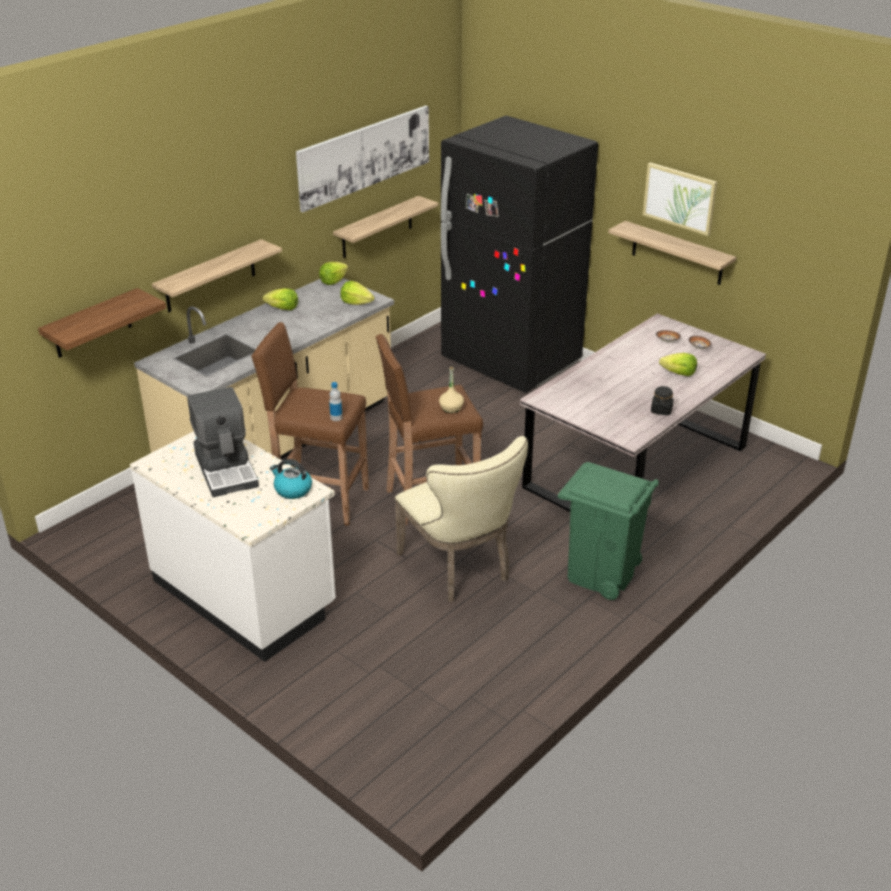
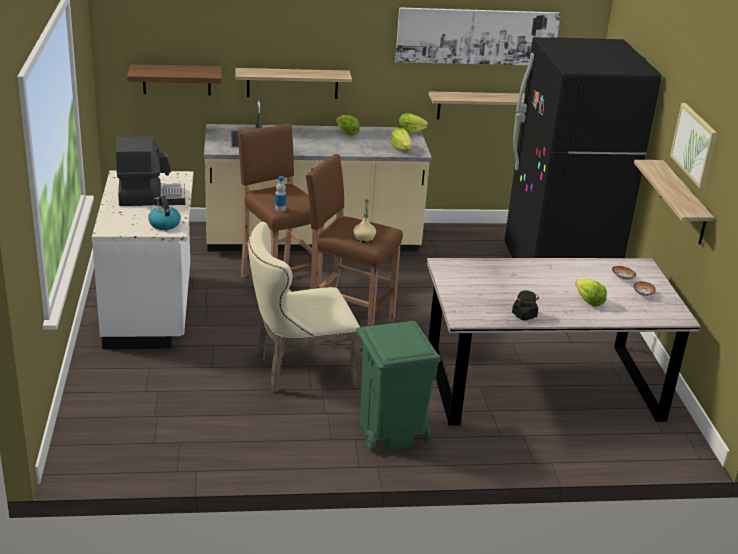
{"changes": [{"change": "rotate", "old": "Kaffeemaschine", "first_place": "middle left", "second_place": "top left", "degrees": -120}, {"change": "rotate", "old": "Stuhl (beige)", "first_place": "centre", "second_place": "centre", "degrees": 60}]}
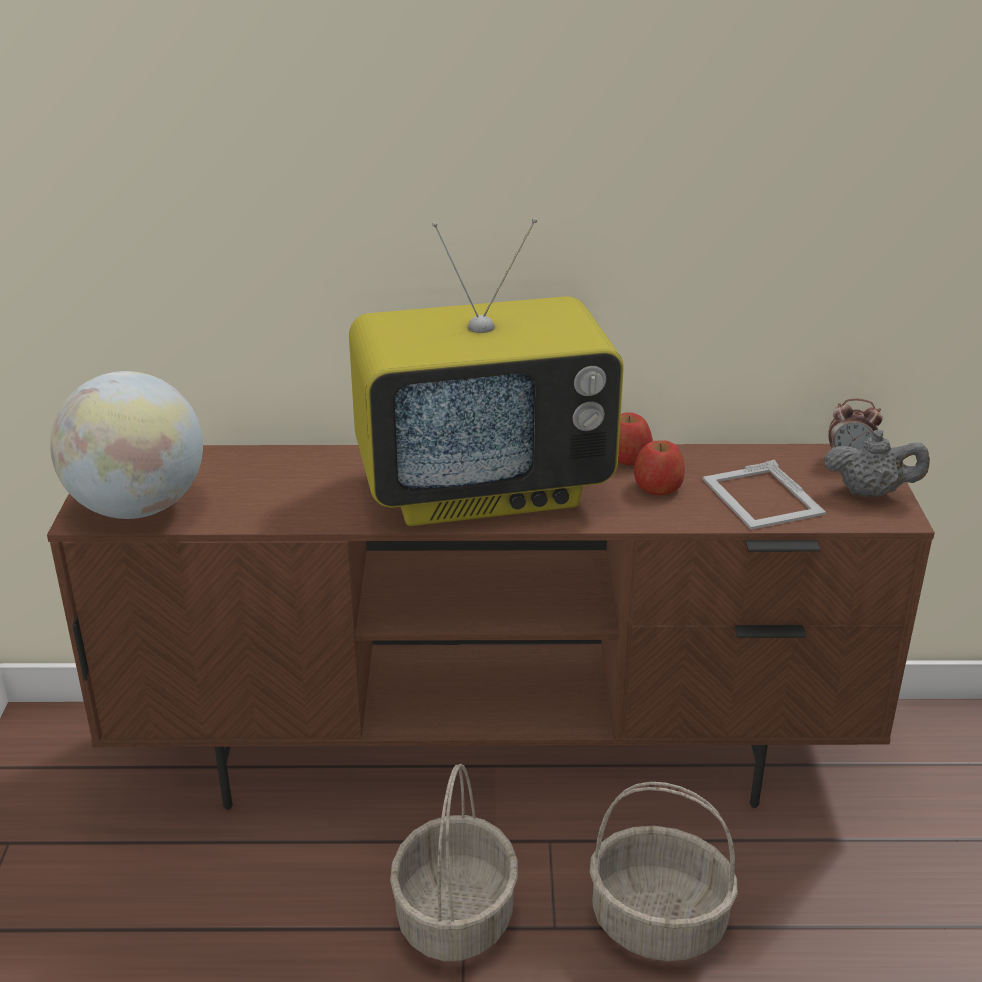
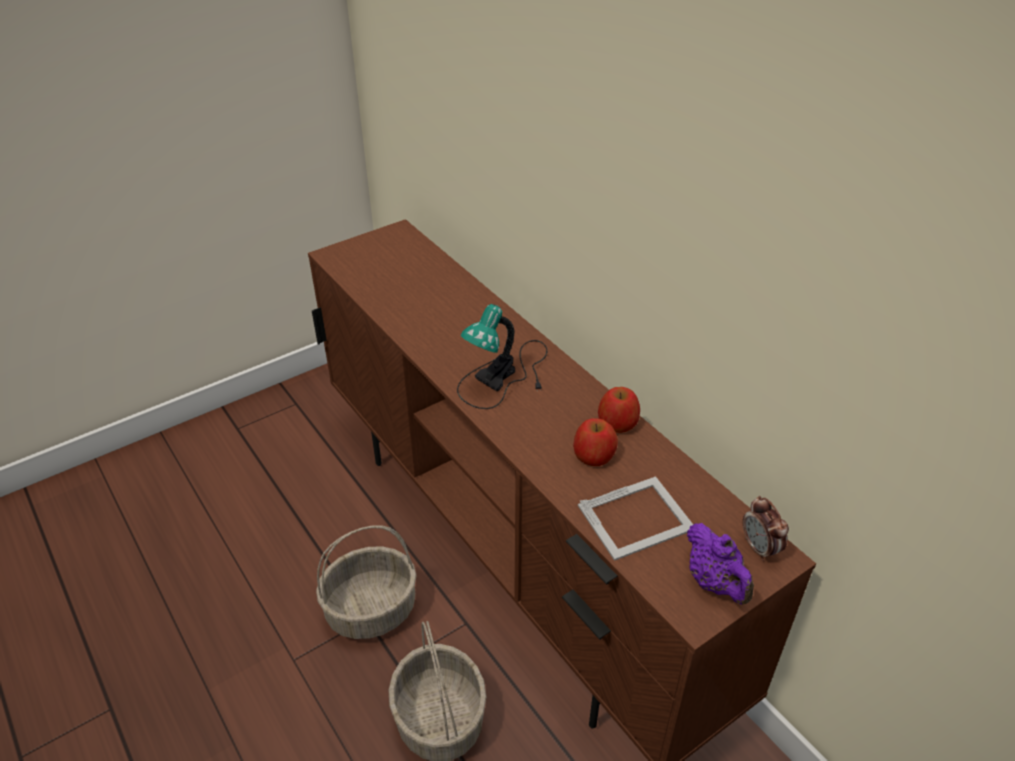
{"changes": [{"change": "delete", "old": "Globus", "first_place": "middle left"}, {"change": "replace", "old": "Fernseher", "new": "Tischlampe", "first_place": "centre", "second_place": "centre"}, {"change": "recolor", "old": "Teekanne (grau)", "new": "Teekanne (lila)", "first_place": "middle right", "second_place": "bottom right"}, {"change": "rotate", "old": "Bilderrahmen", "first_place": "middle right", "second_place": "bottom centre", "degrees": -150}]}
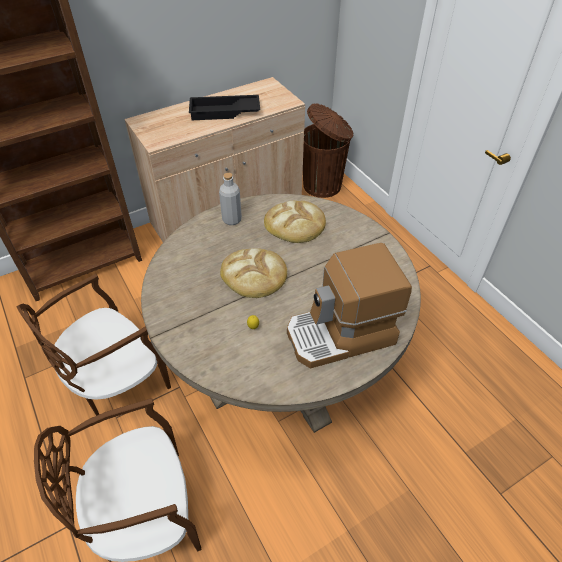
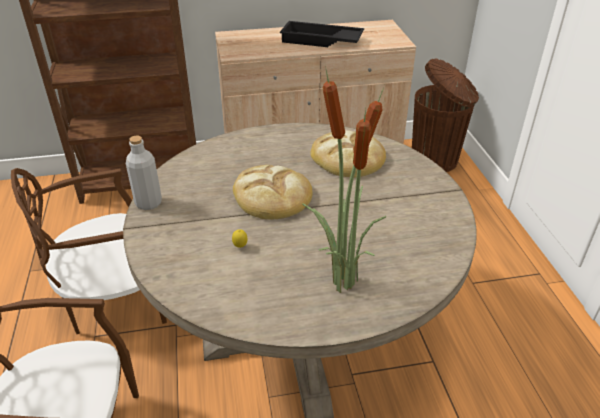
{"changes": [{"change": "move", "old": "Flasche (grau)", "first_place": "centre", "second_place": "middle left"}, {"change": "replace", "old": "Kaffeemaschine", "new": "Topfpflanze", "first_place": "centre", "second_place": "centre"}]}
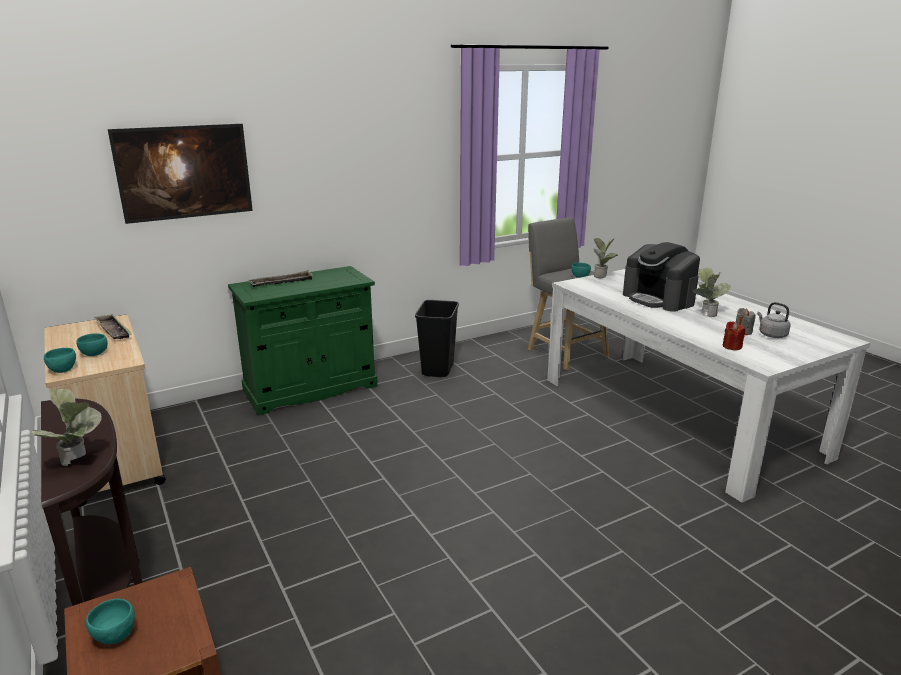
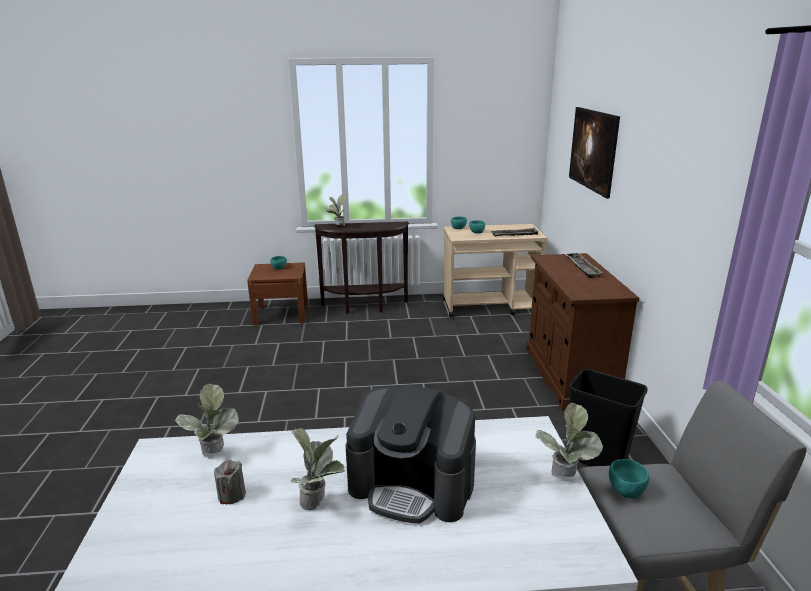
{"changes": [{"change": "delete", "old": "Wasserkessel (grau)", "first_place": "middle right"}, {"change": "replace", "old": "Kerze (rot)", "new": "Topfpflanze (1st from left)", "first_place": "middle right", "second_place": "bottom left"}, {"change": "recolor", "old": "Schrank (grün)", "new": "Schrank (braun)", "first_place": "centre", "second_place": "middle right"}, {"change": "rotate", "old": "Kaffeemaschine", "first_place": "middle right", "second_place": "bottom centre", "degrees": -150}]}
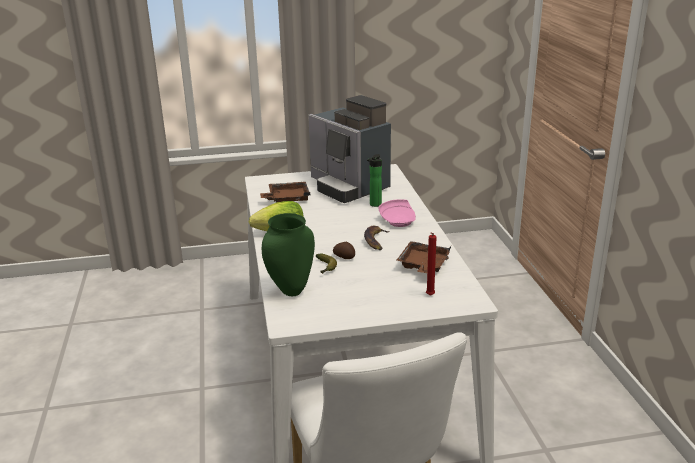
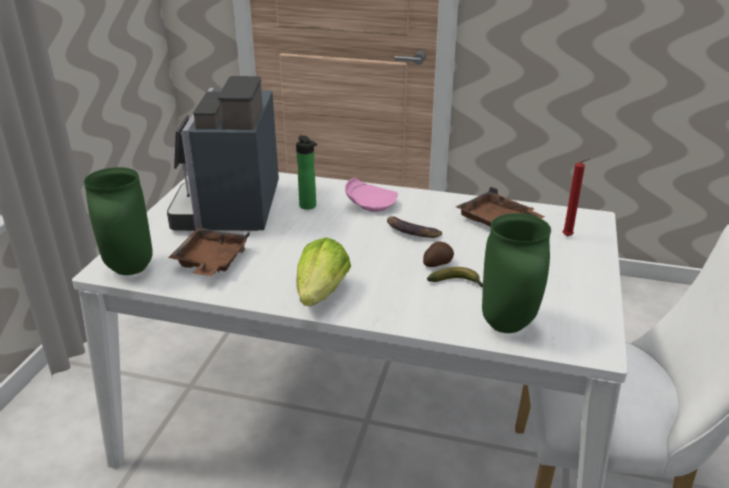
{"changes": [{"change": "insert", "new": "Vase (grün) (1st from left)", "second_place": "middle left"}, {"change": "rotate", "old": "Kaffeemaschine", "first_place": "top centre", "second_place": "top left", "degrees": 105}]}
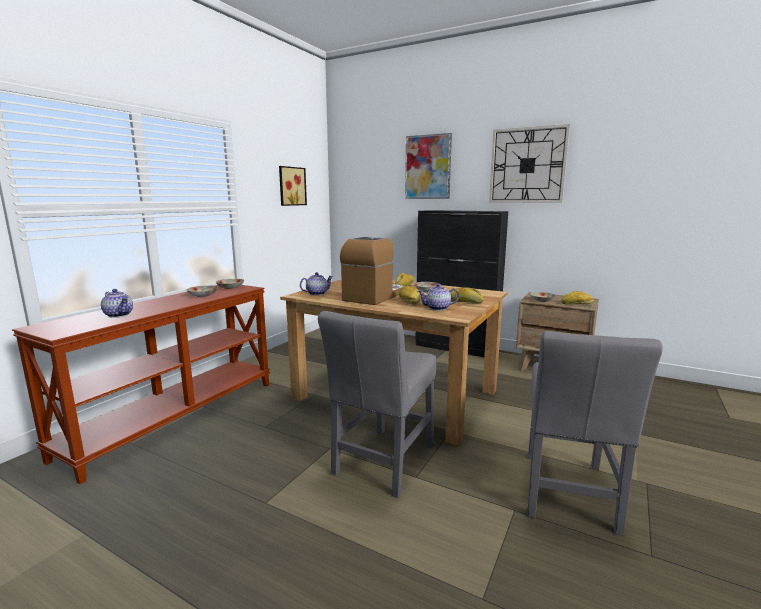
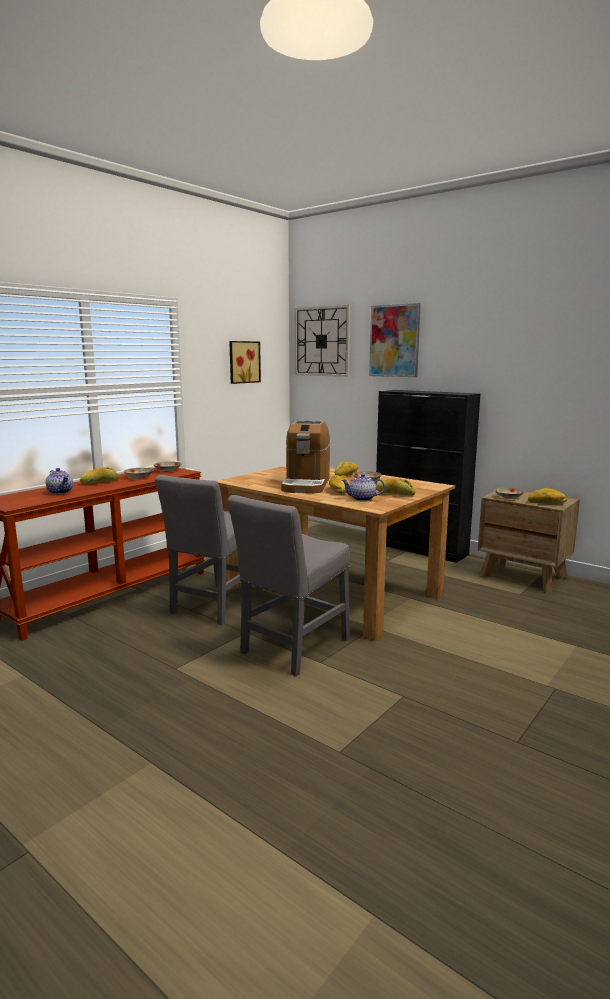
{"changes": [{"change": "delete", "old": "Teekanne (2nd from left)", "first_place": "centre"}, {"change": "insert", "new": "Brot (1st from left)", "second_place": "middle left"}, {"change": "move", "old": "Wanduhr", "first_place": "top right", "second_place": "centre"}, {"change": "move", "old": "Stuhl (grau) (2nd from left in the first image)", "new": "Stuhl (grau) (1st from left)", "first_place": "bottom right", "second_place": "centre"}, {"change": "rotate", "old": "Kaffeemaschine", "first_place": "centre", "second_place": "centre", "degrees": 150}]}
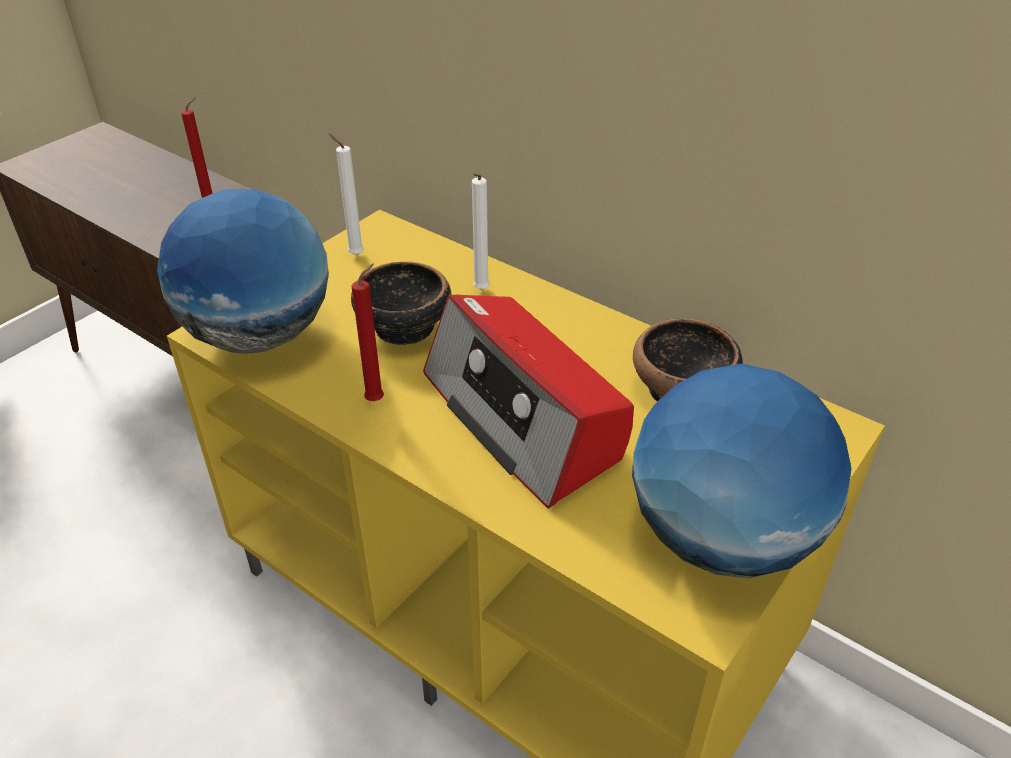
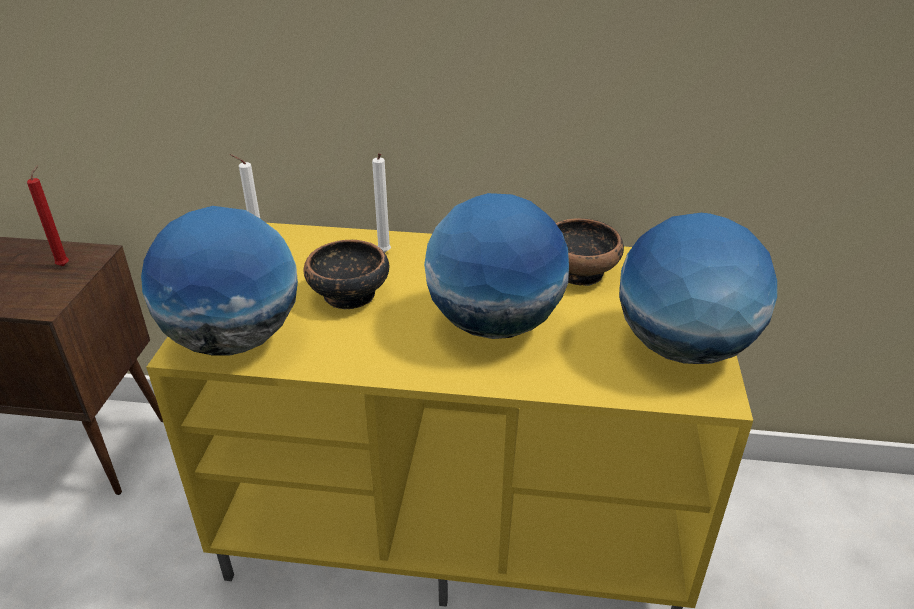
{"changes": [{"change": "delete", "old": "Kerze (rot) (2nd from left)", "first_place": "centre"}, {"change": "replace", "old": "Radio", "new": "Globus (2nd from left)", "first_place": "centre", "second_place": "centre"}]}
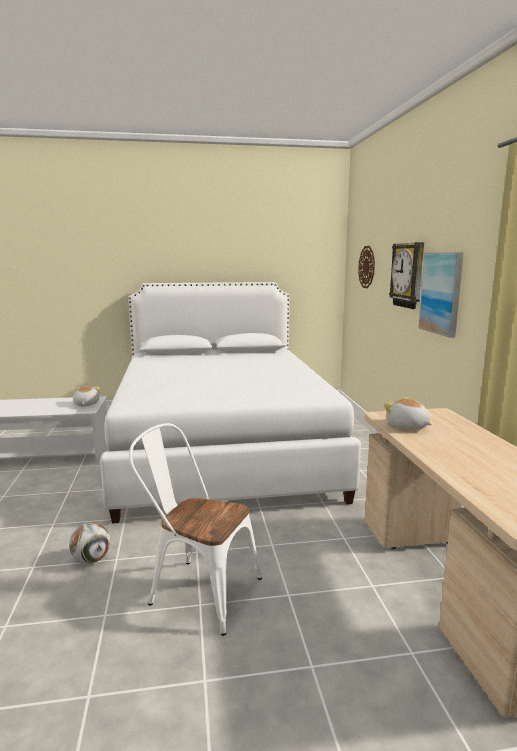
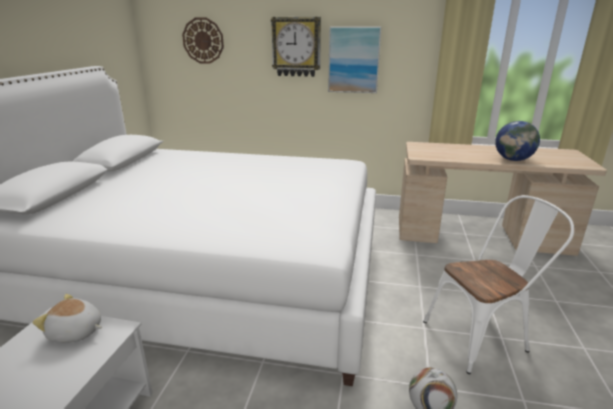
{"changes": [{"change": "delete", "old": "Plüschtier (2nd from left)", "first_place": "middle right"}, {"change": "insert", "new": "Globus", "second_place": "middle right"}, {"change": "rotate", "old": "Stuhl (weiß)", "first_place": "bottom centre", "second_place": "bottom right", "degrees": -150}]}
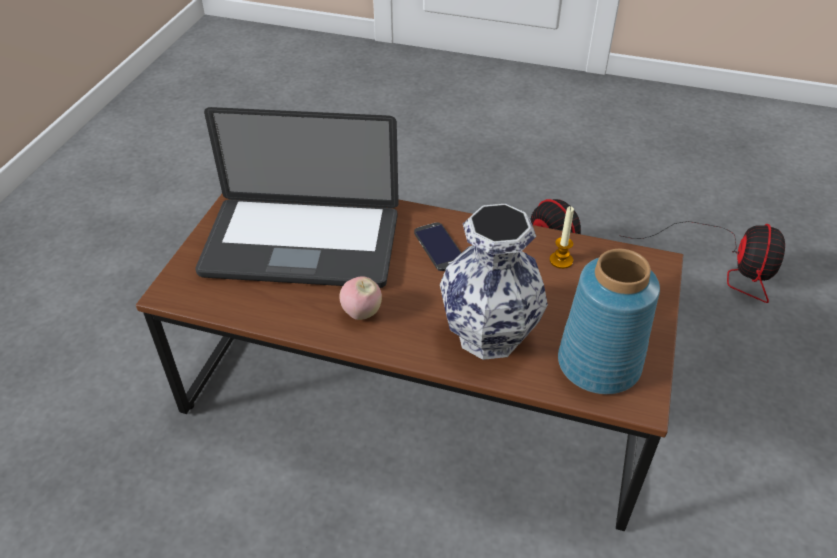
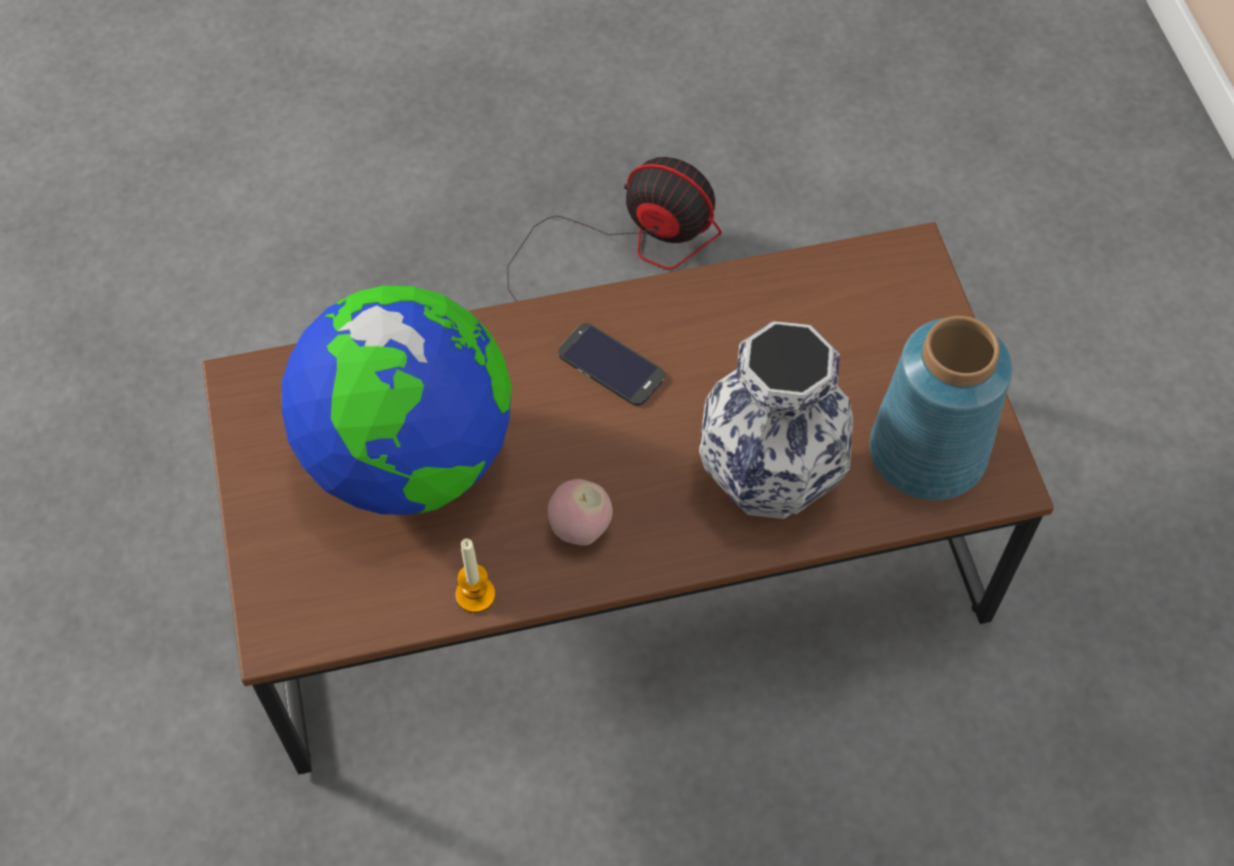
{"changes": [{"change": "delete", "old": "Ventilator (2nd from left)", "first_place": "middle right"}, {"change": "move", "old": "Kerze", "first_place": "middle right", "second_place": "centre"}, {"change": "replace", "old": "Laptop", "new": "Globus", "first_place": "centre", "second_place": "middle left"}]}
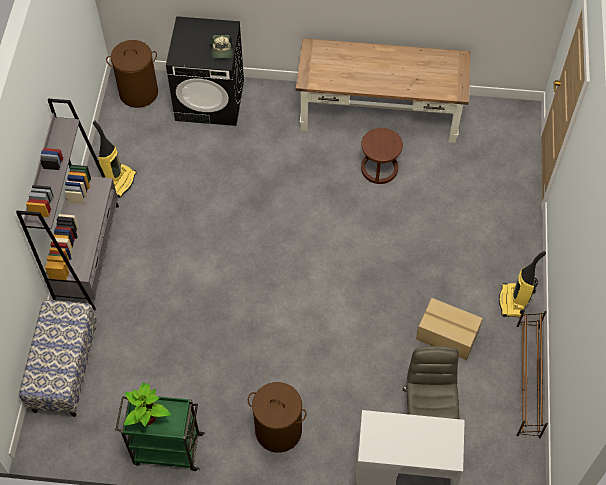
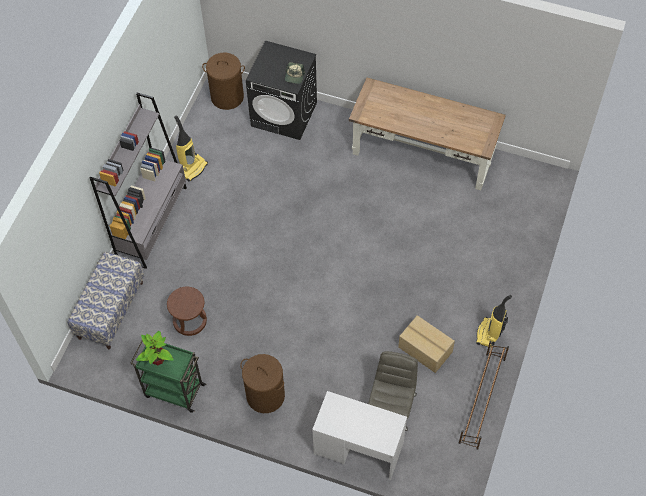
{"changes": [{"change": "move", "old": "Hocker (braun)", "first_place": "top centre", "second_place": "middle left"}]}
